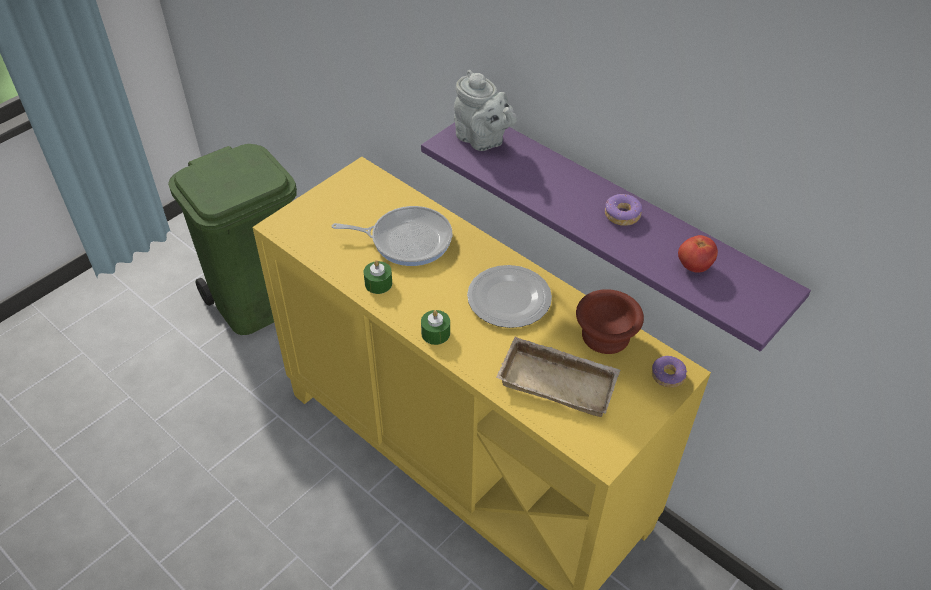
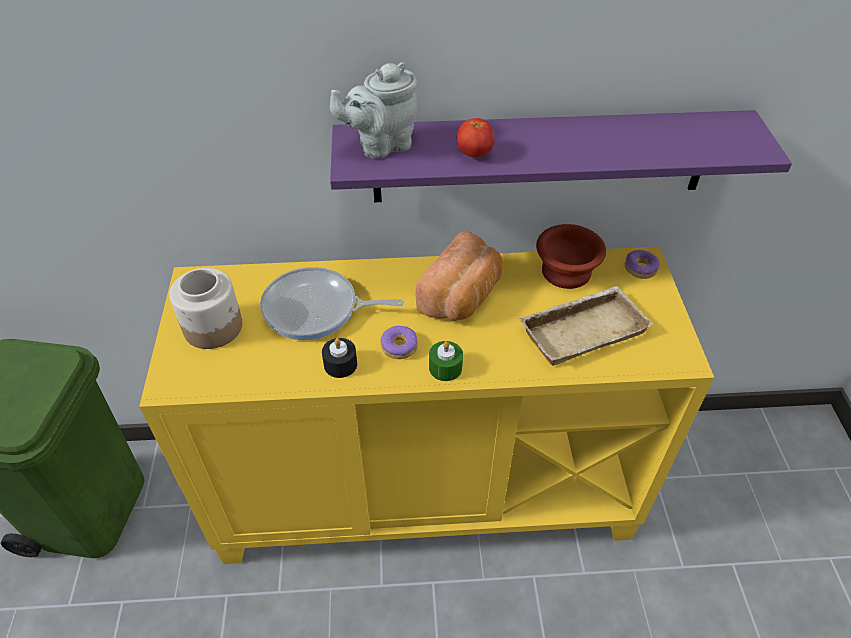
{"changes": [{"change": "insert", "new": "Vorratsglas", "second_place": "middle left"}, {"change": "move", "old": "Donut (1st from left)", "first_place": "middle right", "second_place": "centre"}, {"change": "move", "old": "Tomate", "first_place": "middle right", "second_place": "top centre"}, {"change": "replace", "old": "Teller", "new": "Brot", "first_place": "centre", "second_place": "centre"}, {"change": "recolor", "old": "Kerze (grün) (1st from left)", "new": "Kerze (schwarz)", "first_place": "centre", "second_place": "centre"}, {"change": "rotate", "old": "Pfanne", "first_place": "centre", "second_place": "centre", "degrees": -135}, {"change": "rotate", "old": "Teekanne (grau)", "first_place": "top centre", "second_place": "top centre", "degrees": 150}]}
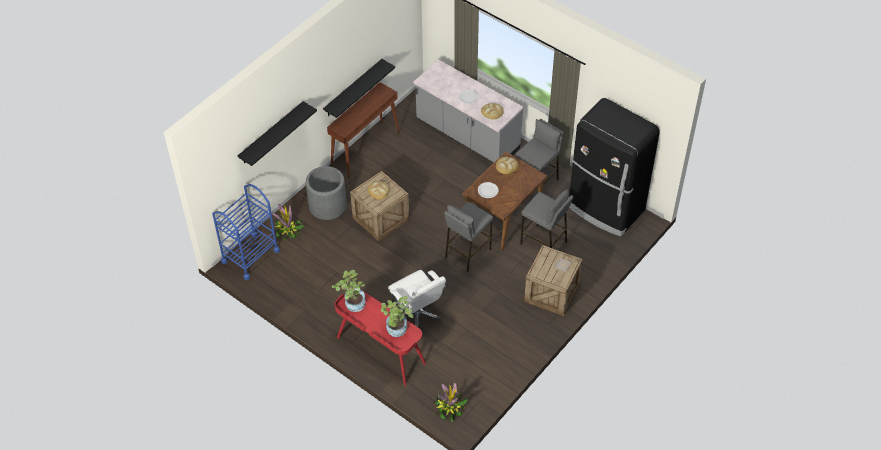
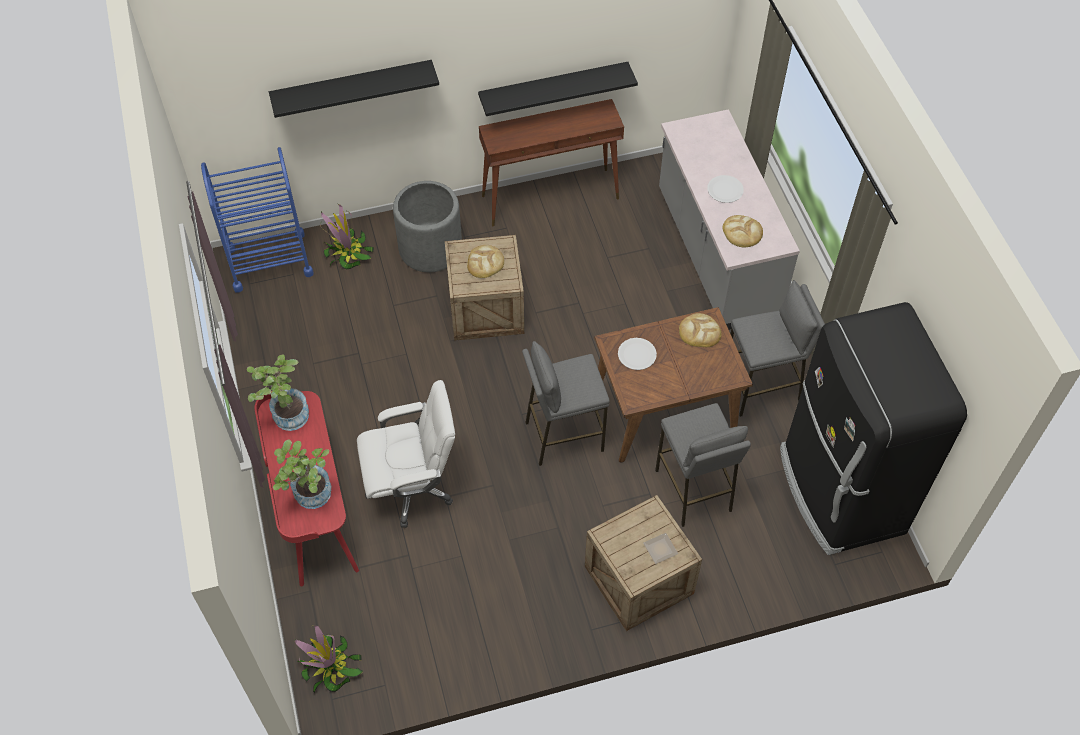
{"changes": [{"change": "rotate", "old": "Bürostuhl (weiß)", "first_place": "centre", "second_place": "centre", "degrees": -105}]}
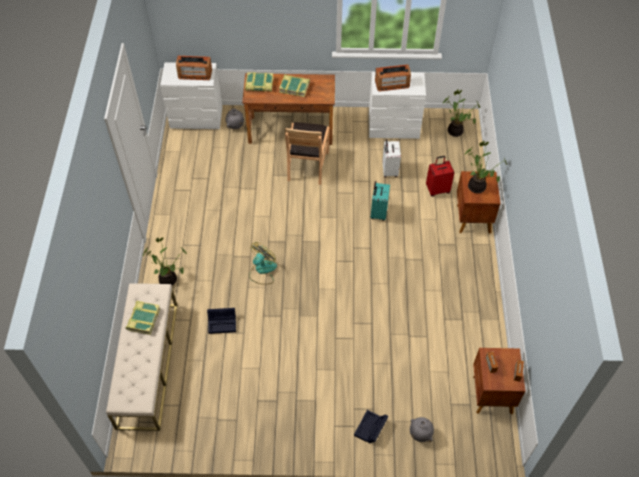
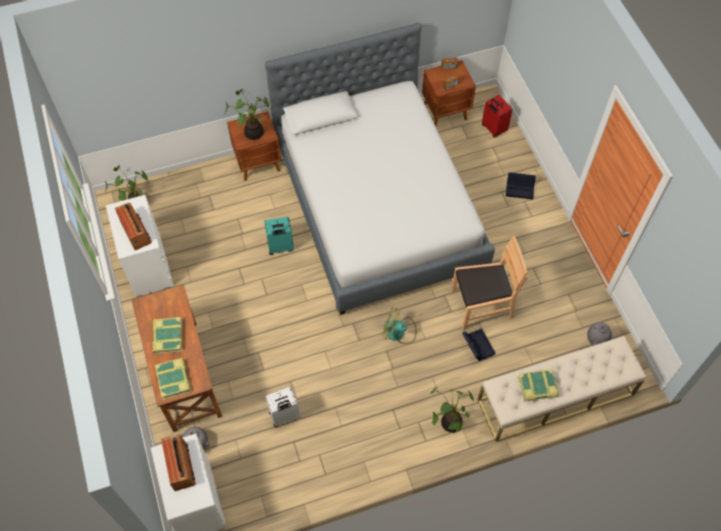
{"changes": [{"change": "insert", "new": "Bett", "second_place": "top centre"}, {"change": "move", "old": "Stuhl (braun)", "first_place": "top centre", "second_place": "middle right"}, {"change": "move", "old": "Koffer (weiß)", "first_place": "top centre", "second_place": "bottom centre"}, {"change": "move", "old": "Vase (grau) (2nd from left)", "first_place": "bottom centre", "second_place": "middle right"}, {"change": "move", "old": "Koffer (rot)", "first_place": "middle right", "second_place": "top right"}]}
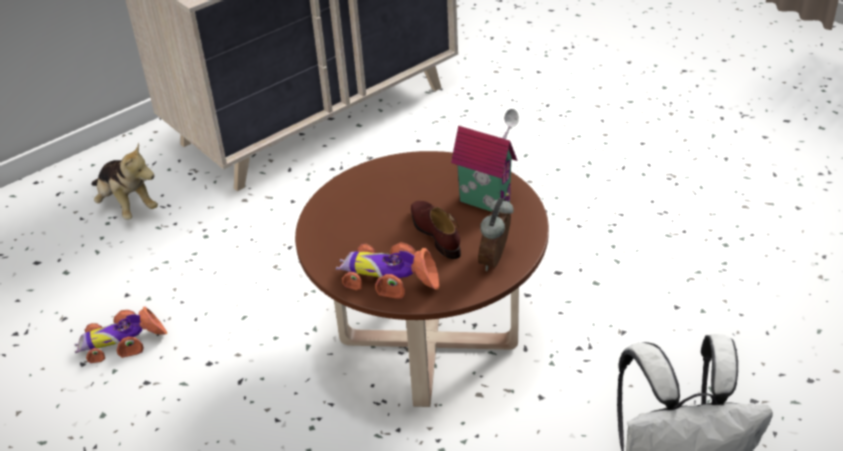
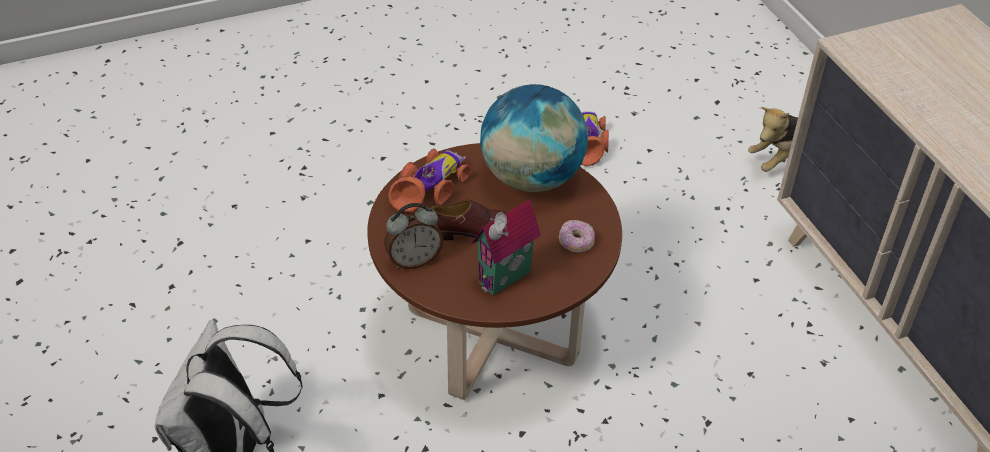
{"changes": [{"change": "insert", "new": "Globus", "second_place": "top centre"}, {"change": "insert", "new": "Donut", "second_place": "centre"}, {"change": "rotate", "old": "Wecker", "first_place": "centre", "second_place": "centre", "degrees": 120}]}
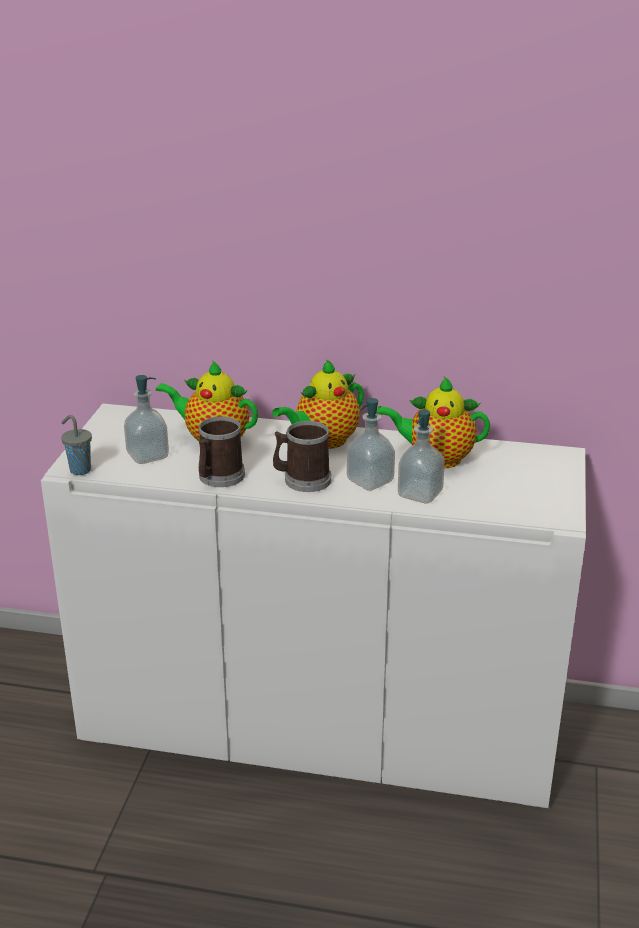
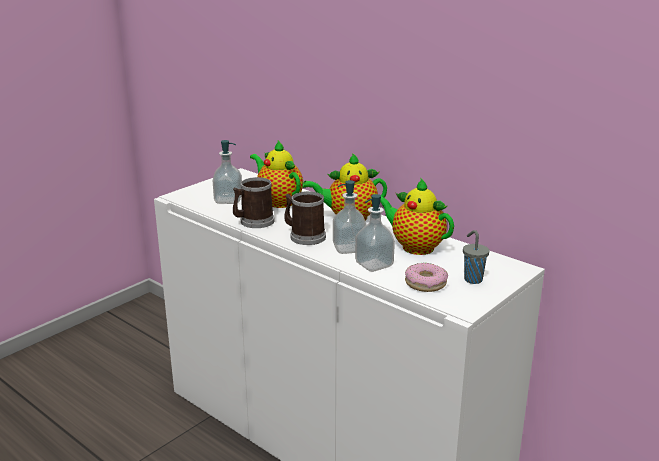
{"changes": [{"change": "insert", "new": "Donut", "second_place": "centre"}, {"change": "move", "old": "Tasse (grau)", "first_place": "middle left", "second_place": "middle right"}]}
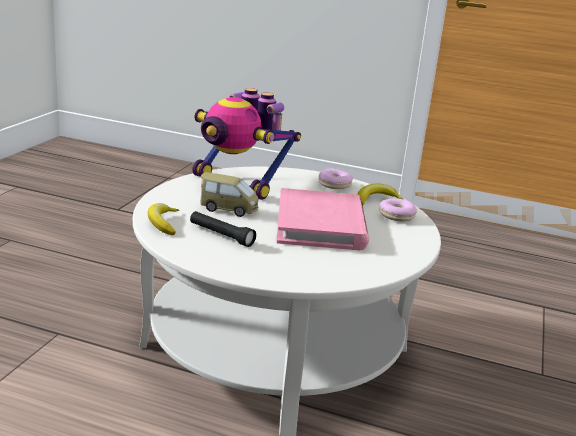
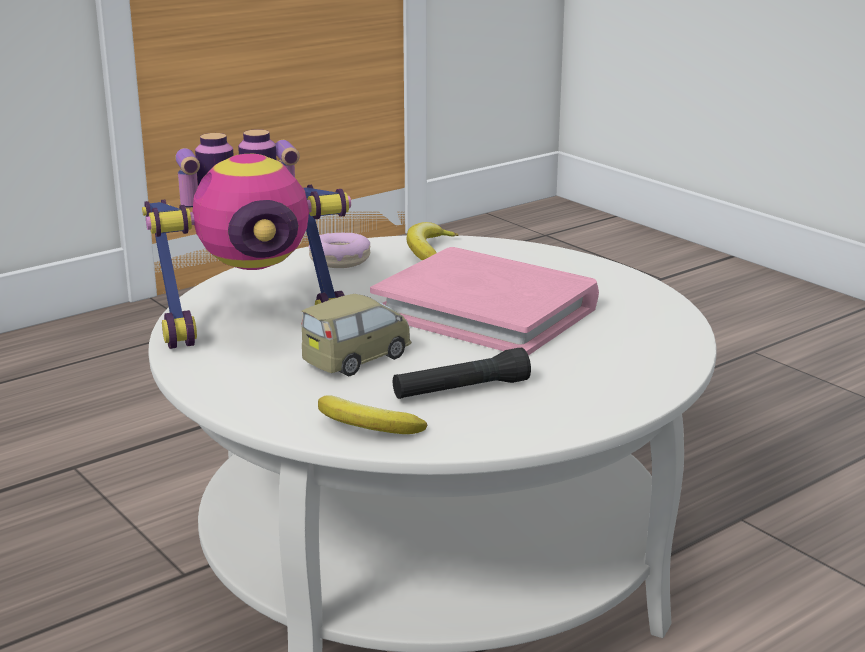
{"changes": [{"change": "delete", "old": "Donut (2nd from left)", "first_place": "middle right"}]}
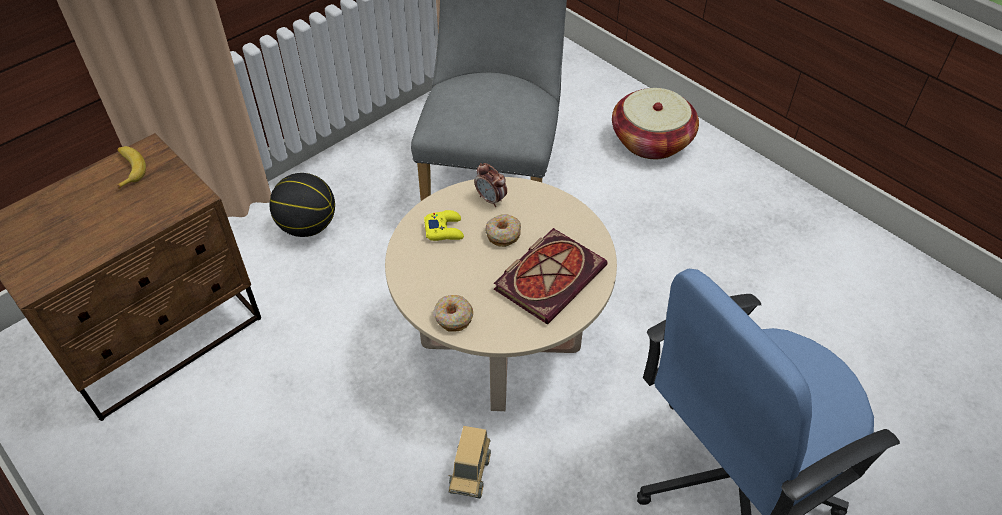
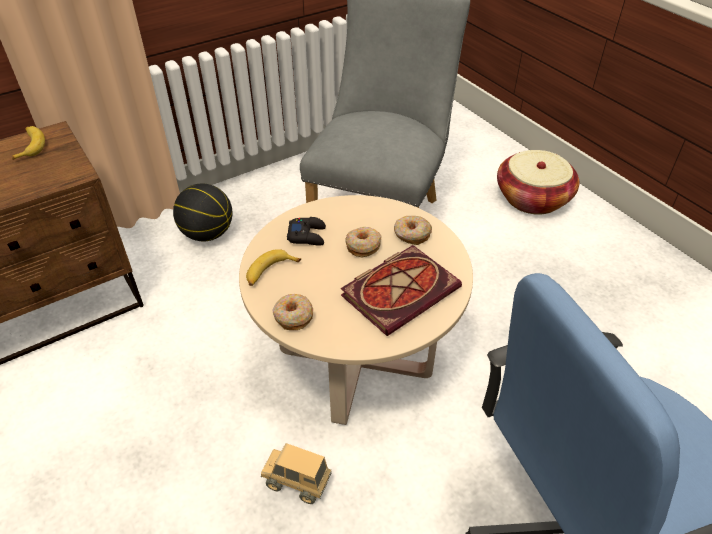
{"changes": [{"change": "delete", "old": "Wecker", "first_place": "centre"}, {"change": "insert", "new": "Banane (2nd from left)", "second_place": "centre"}, {"change": "insert", "new": "Donut (3rd from left)", "second_place": "centre"}, {"change": "recolor", "old": "Gamepad (gelb)", "new": "Gamepad (schwarz)", "first_place": "centre", "second_place": "centre"}, {"change": "rotate", "old": "Spielzeuglaster", "first_place": "bottom centre", "second_place": "bottom centre", "degrees": 90}]}
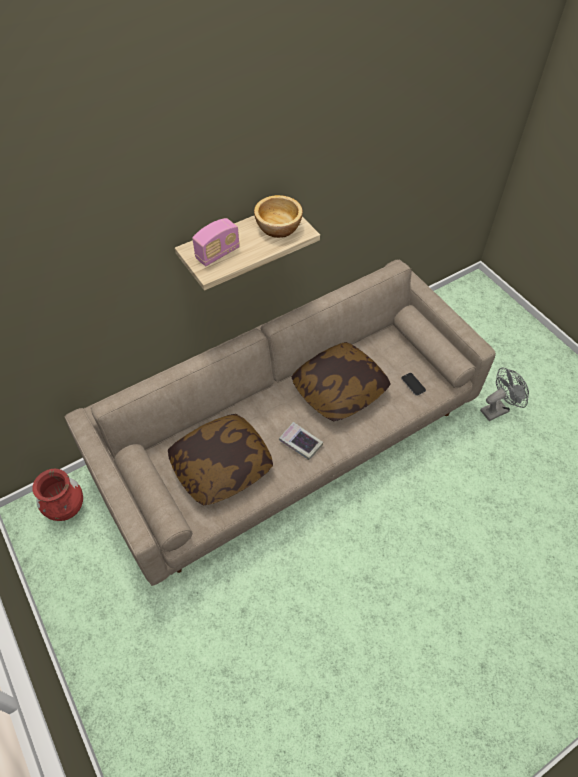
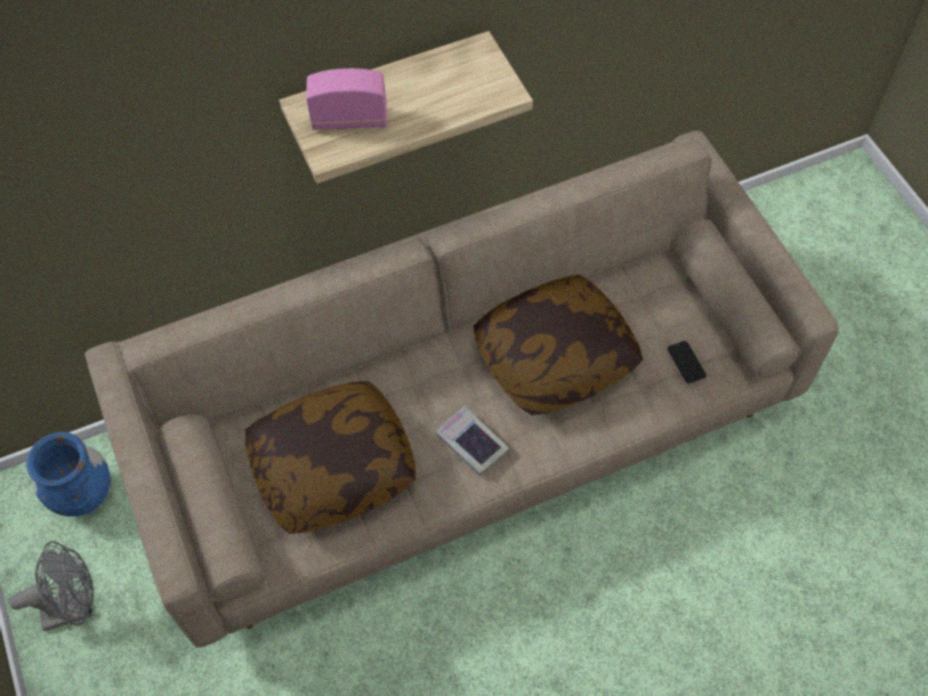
{"changes": [{"change": "delete", "old": "Schüssel", "first_place": "top centre"}, {"change": "move", "old": "Ventilator (grau)", "first_place": "middle right", "second_place": "bottom left"}, {"change": "recolor", "old": "Vase (rot)", "new": "Vase (blau)", "first_place": "middle left", "second_place": "bottom left"}, {"change": "rotate", "old": "Radio", "first_place": "top centre", "second_place": "top centre", "degrees": -150}]}
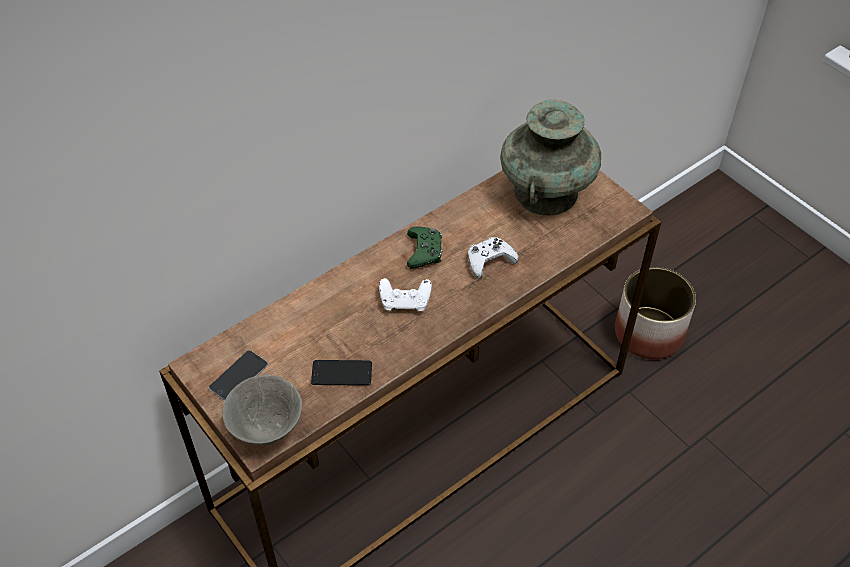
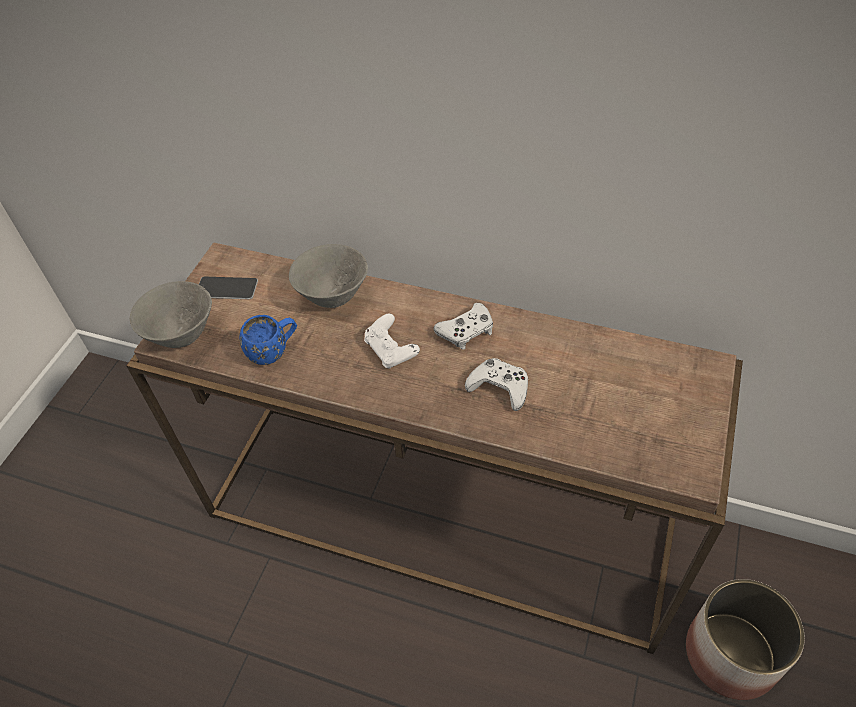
{"changes": [{"change": "delete", "old": "Vase (türkis)", "first_place": "top centre"}, {"change": "insert", "new": "Schüssel (grau) (2nd from left)", "second_place": "centre"}, {"change": "replace", "old": "Handy (2nd from left)", "new": "Henkelbecher (blau)", "first_place": "centre", "second_place": "middle left"}, {"change": "recolor", "old": "Gamepad (grün)", "new": "Gamepad (weiß) (2nd from left)", "first_place": "centre", "second_place": "centre"}]}
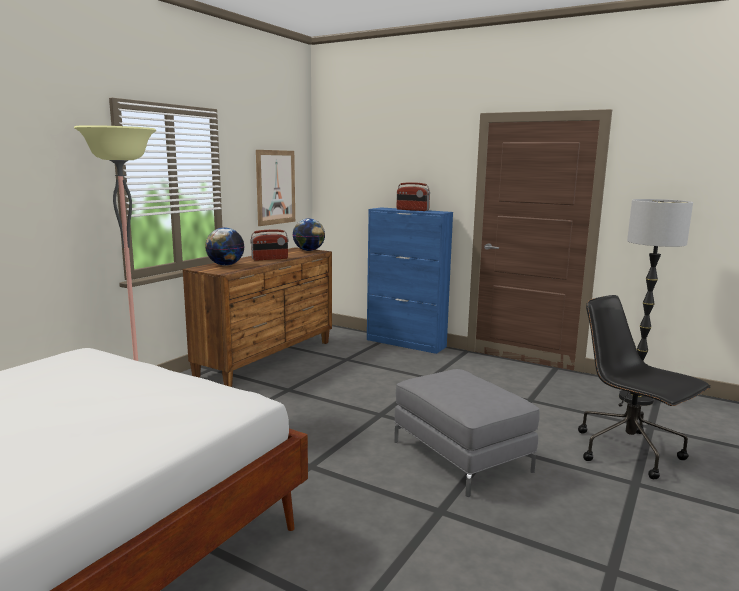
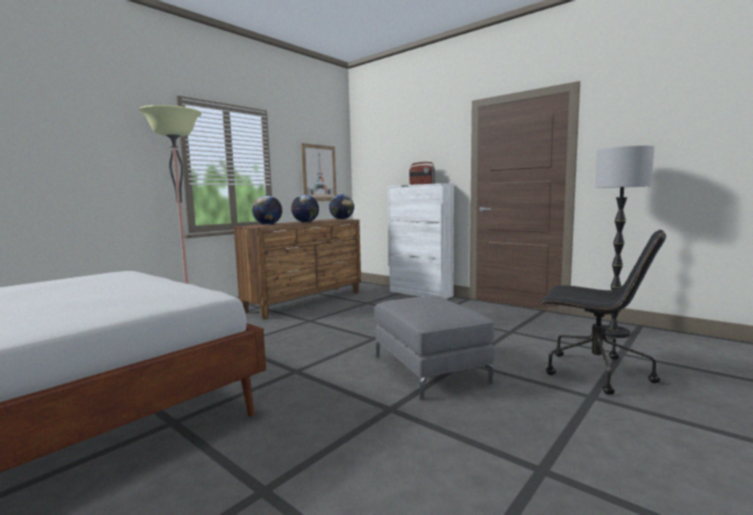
{"changes": [{"change": "replace", "old": "Radio (1st from left)", "new": "Globus (2nd from left)", "first_place": "centre", "second_place": "centre"}, {"change": "recolor", "old": "Schrank (blau)", "new": "Schrank (weiß)", "first_place": "centre", "second_place": "centre"}, {"change": "rotate", "old": "Bürostuhl (schwarz)", "first_place": "middle right", "second_place": "middle right", "degrees": 150}]}
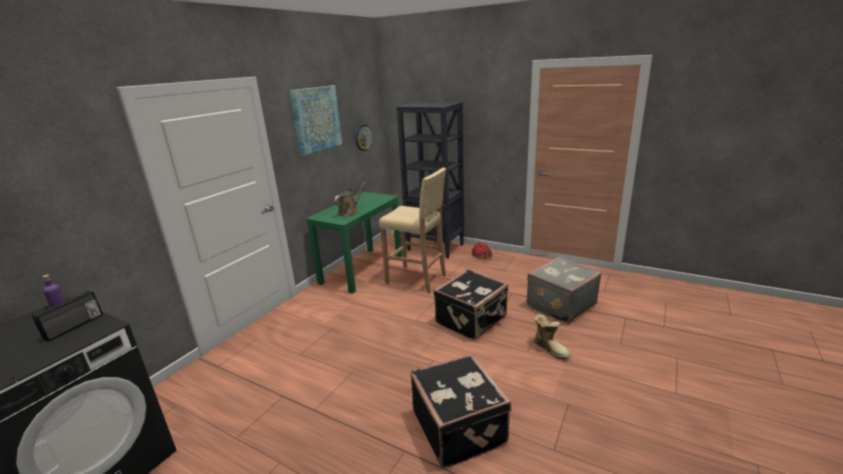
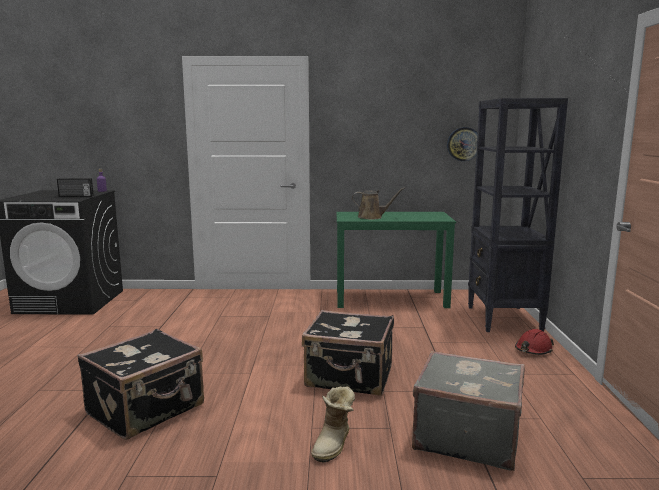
{"changes": [{"change": "delete", "old": "Bild", "first_place": "top centre"}, {"change": "delete", "old": "Hocker (beige)", "first_place": "centre"}]}
